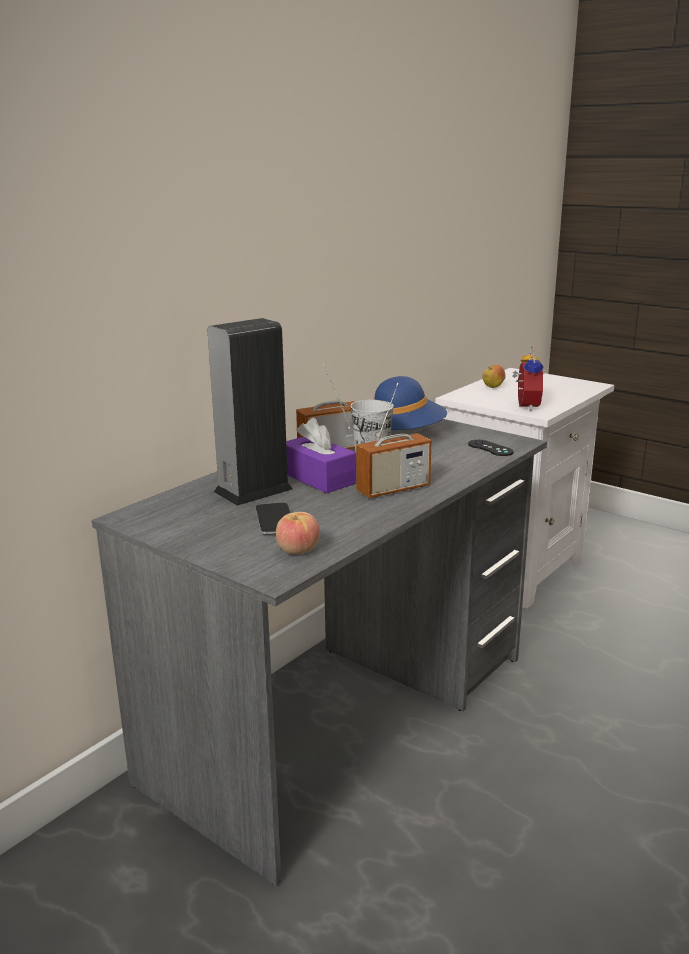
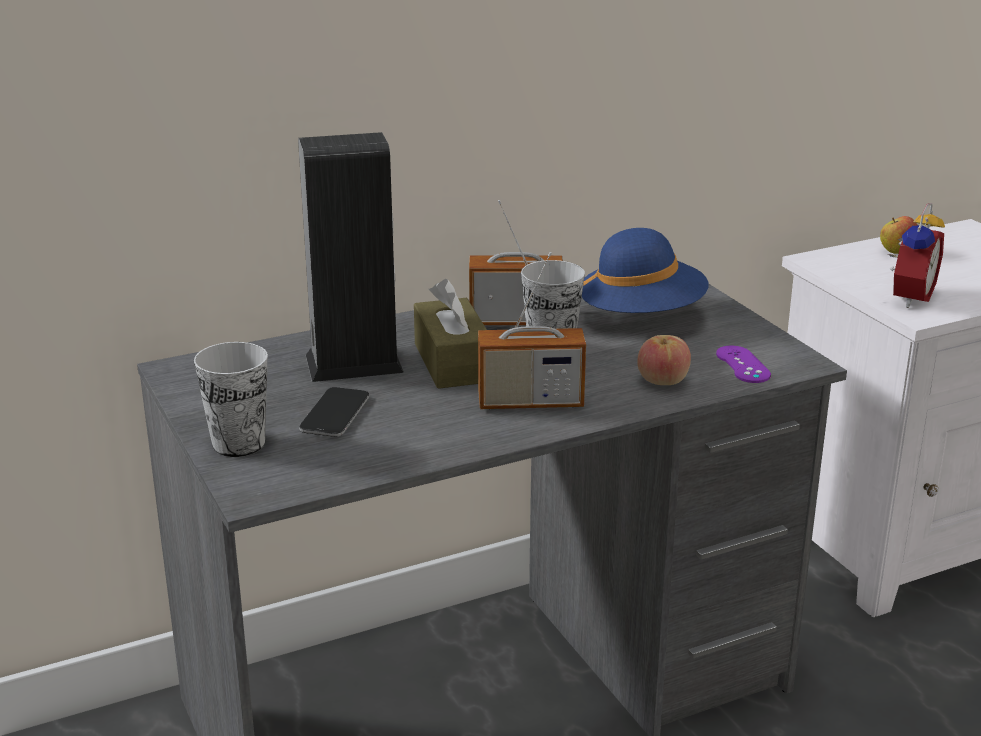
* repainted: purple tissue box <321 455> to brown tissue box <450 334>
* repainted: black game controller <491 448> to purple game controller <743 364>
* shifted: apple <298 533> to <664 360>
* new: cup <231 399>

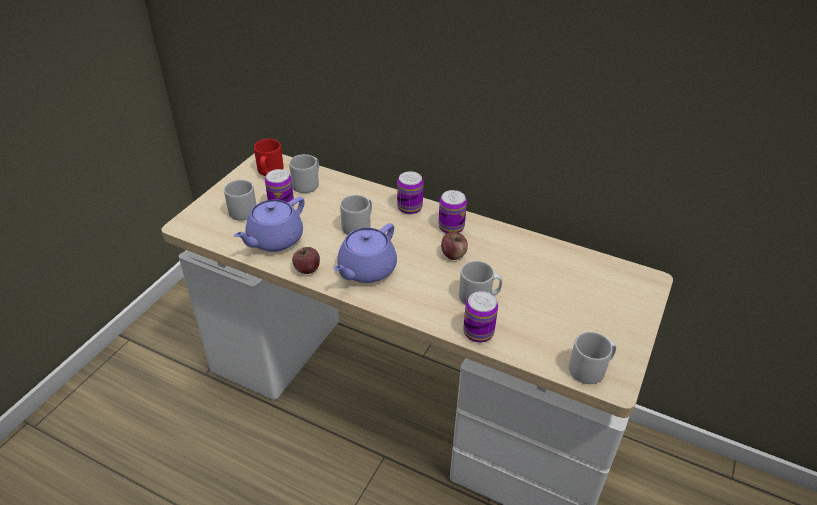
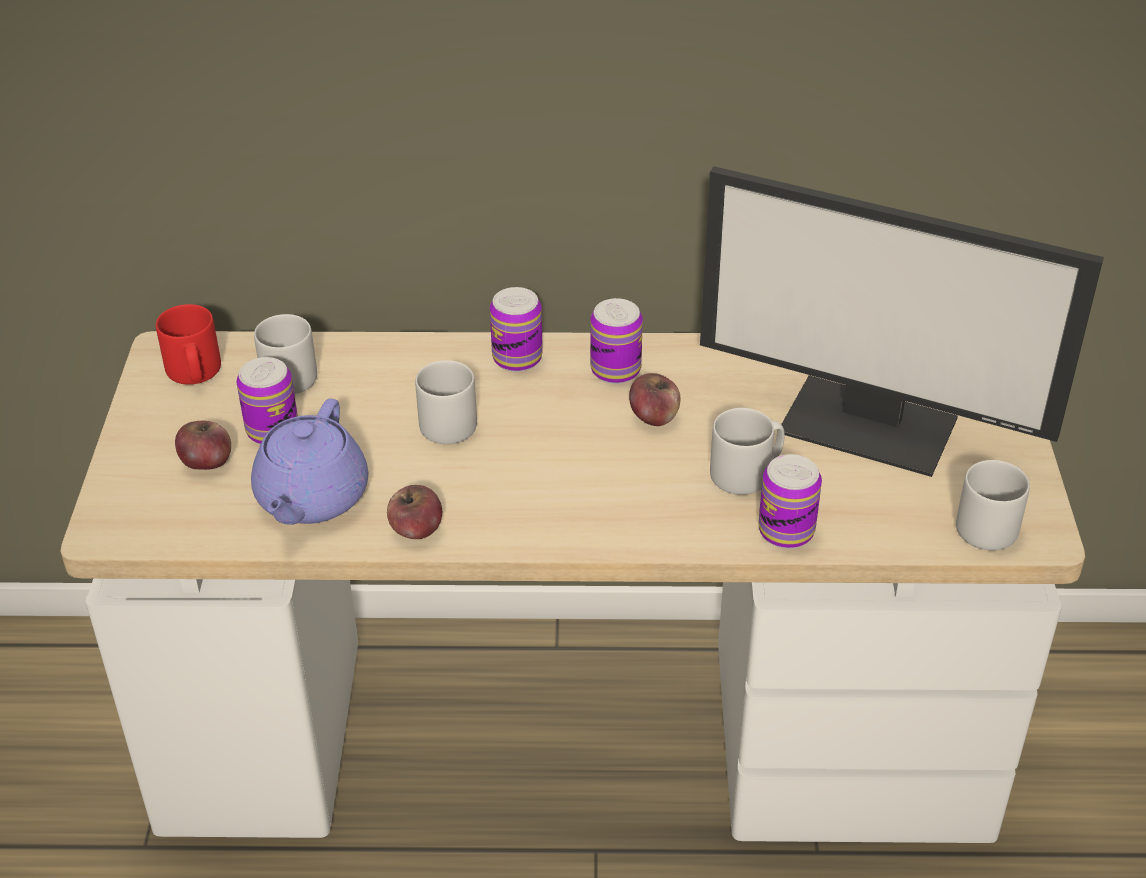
* swapped: grey mug <240 200> to apple <203 445>
* gone: purple teapot <365 253>
* new: monitor <902 321>

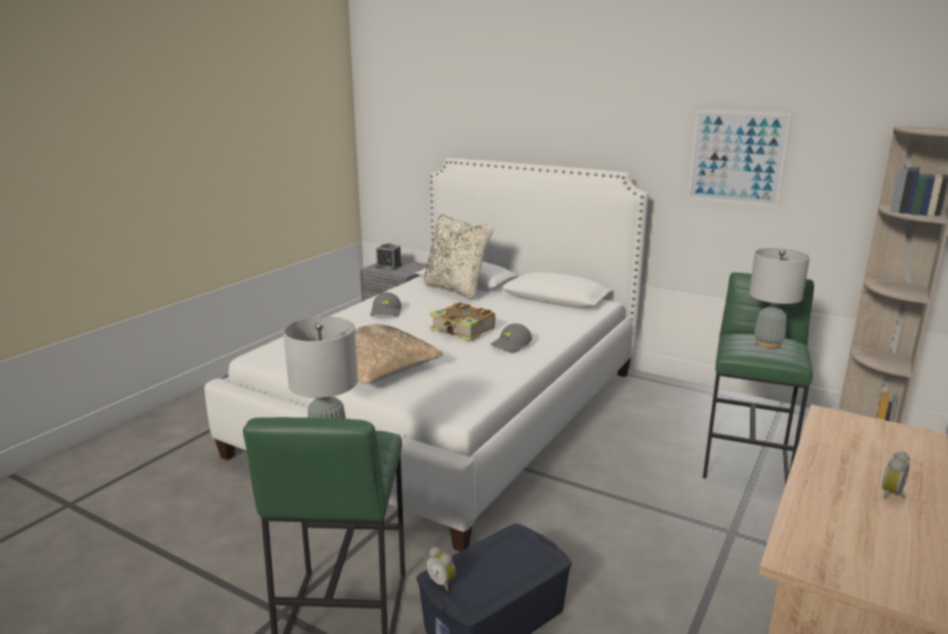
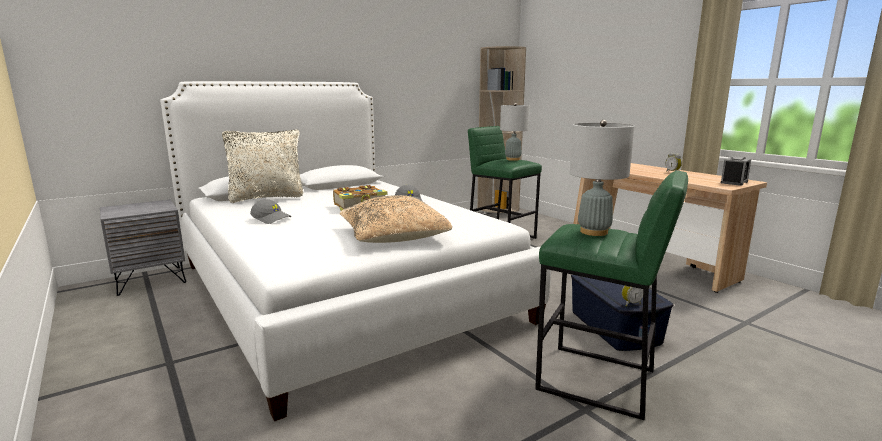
* gone: picture <739 158>
* shifted: alarm clock <388 257> to <736 171>

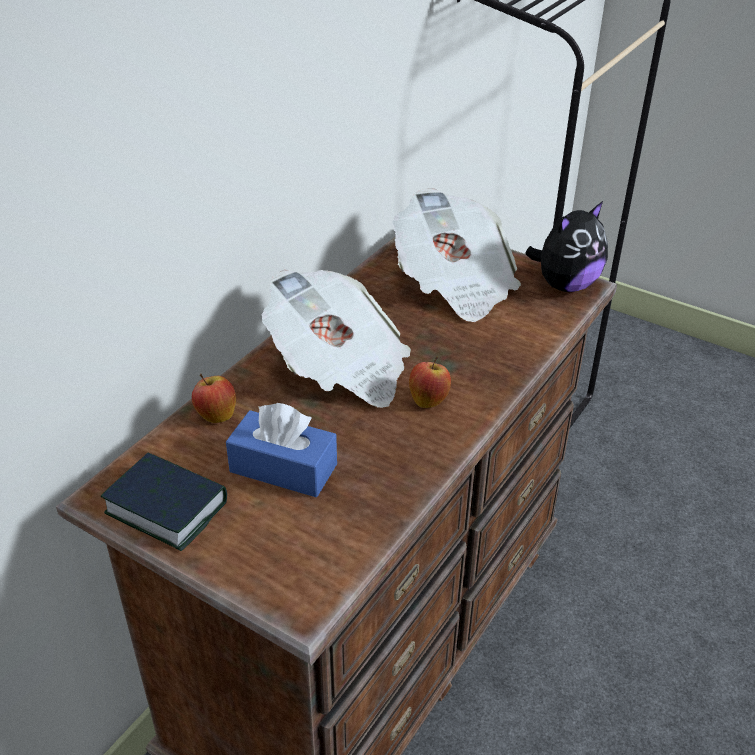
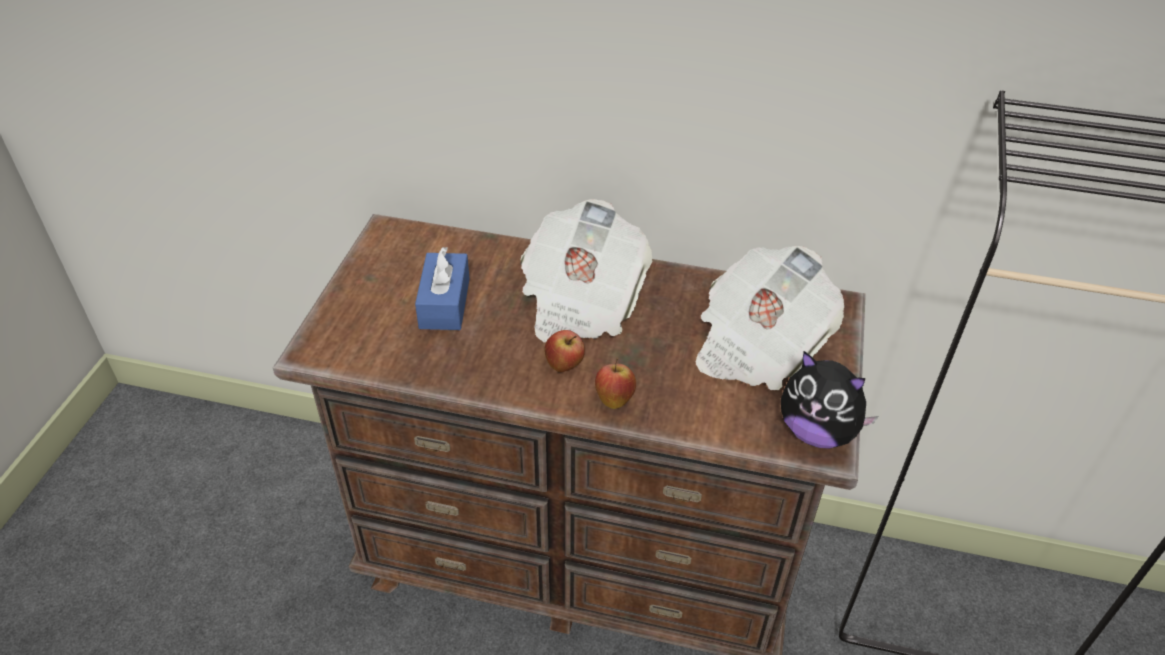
* shifted: apple <214 398> to <615 383>
* gone: book <164 501>

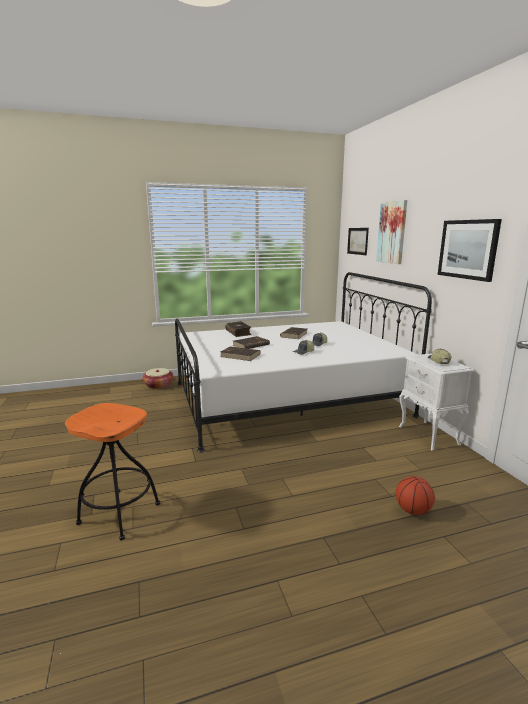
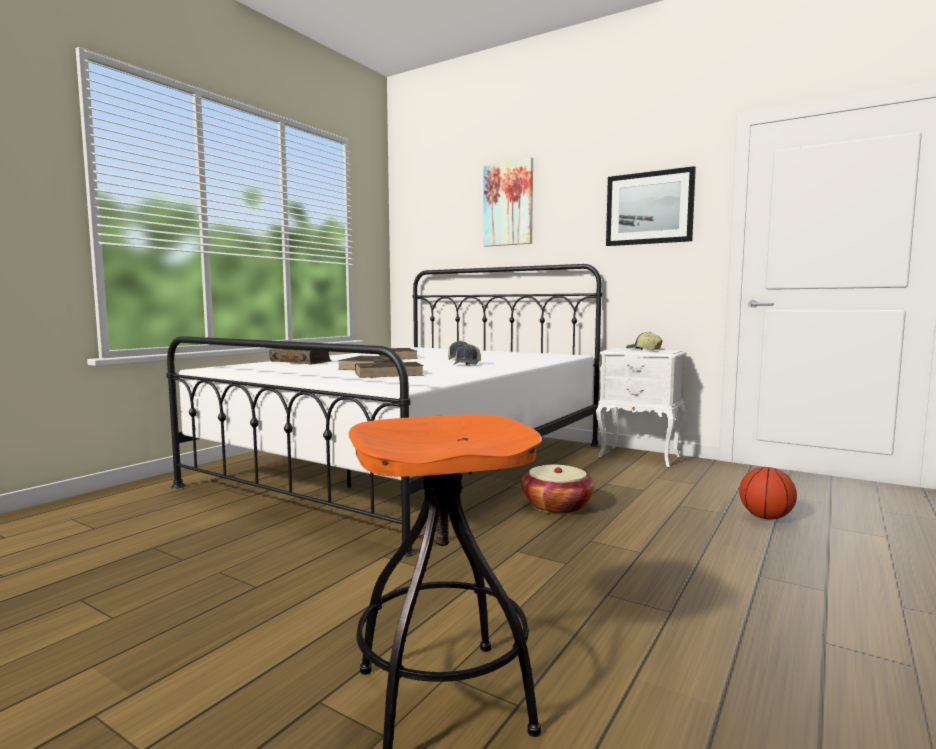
* gone: picture <358 241>
* shifted: basket <157 378> to <558 489>

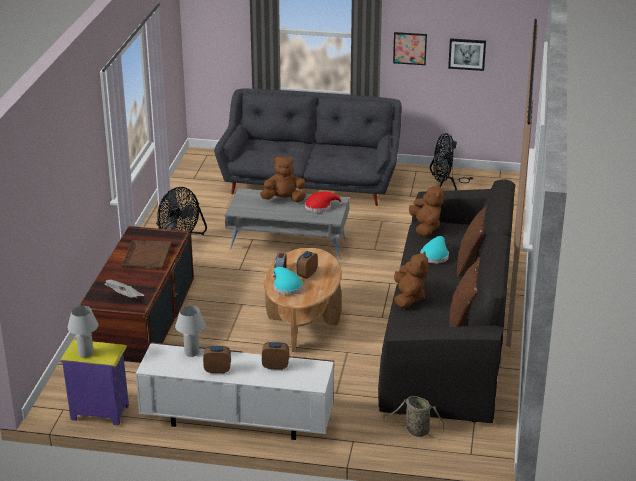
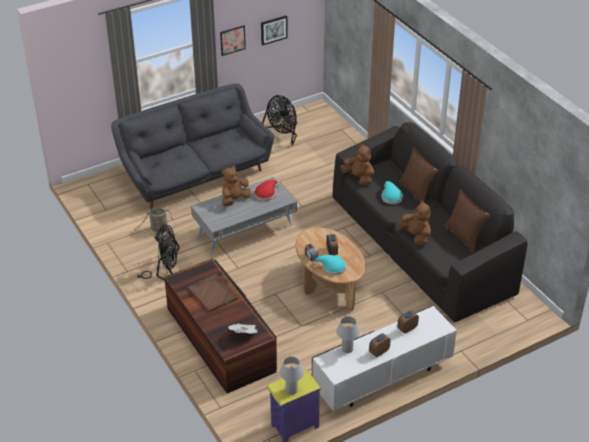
* shifted: basket <413 417> to <155 221>

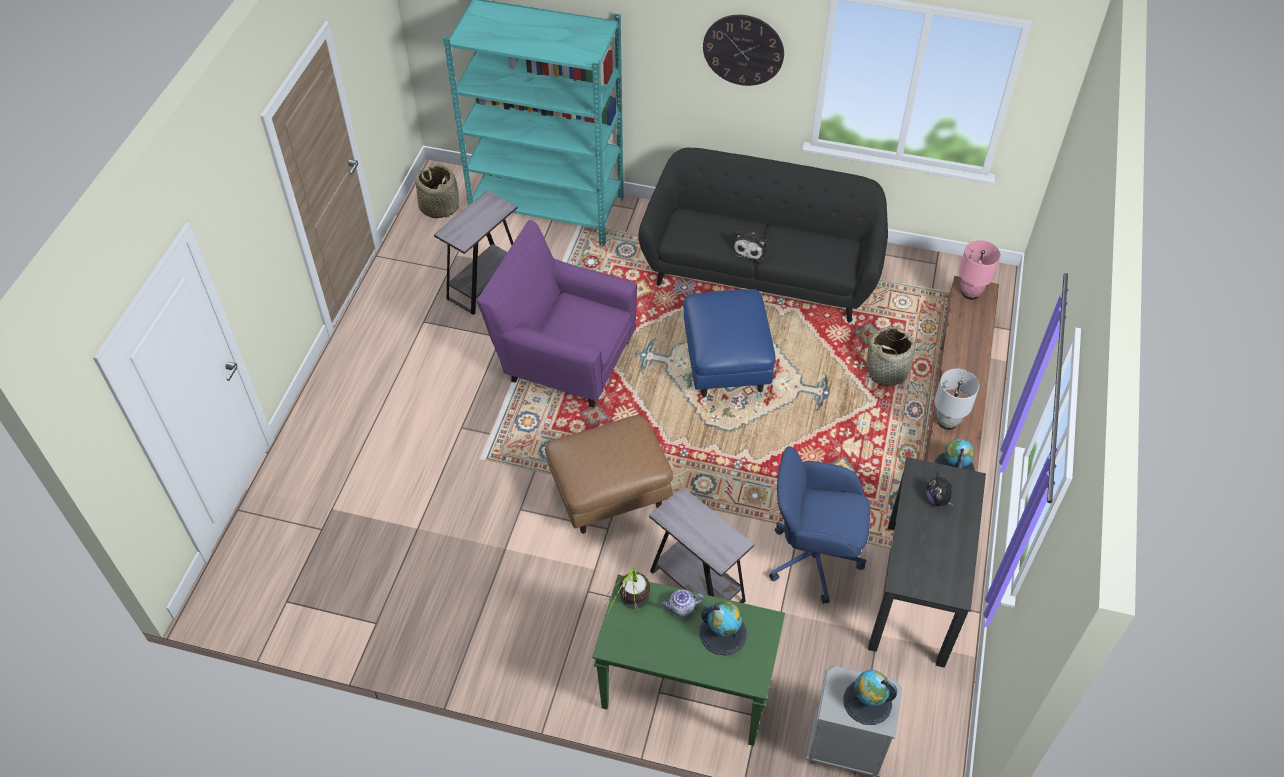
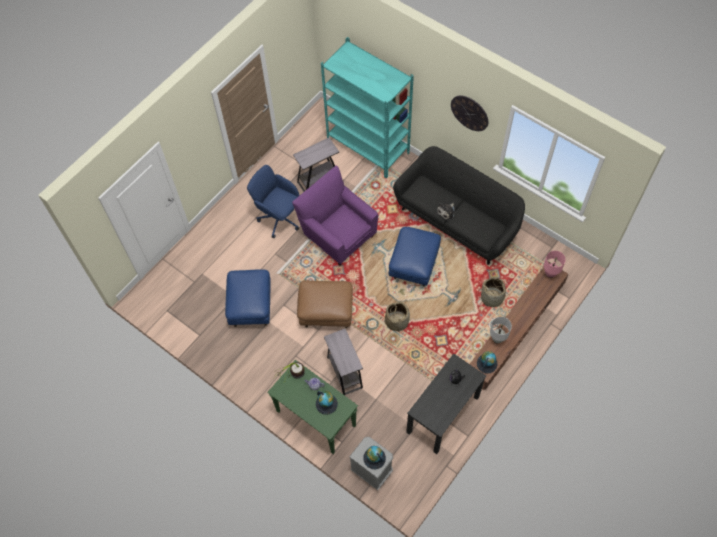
* shifted: basket <437 191> to <397 315>
* shifted: blue office chair <819 525> to <273 201>
* new: blue ottoman <248 298>

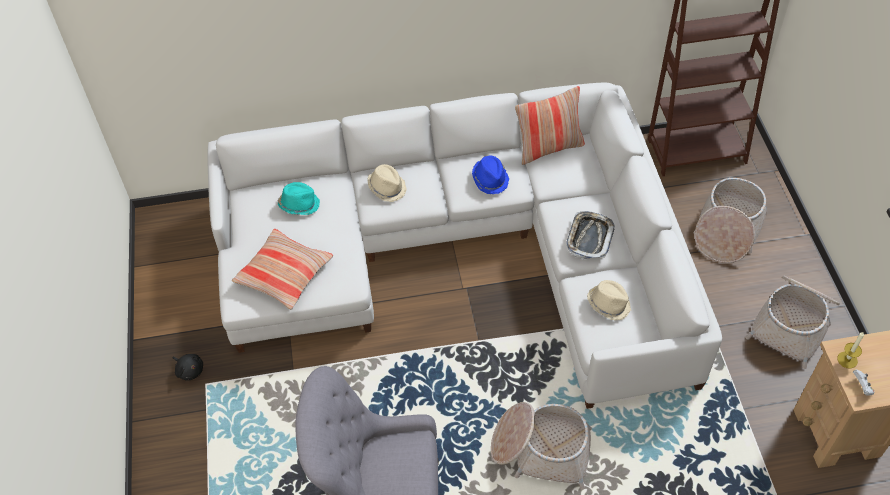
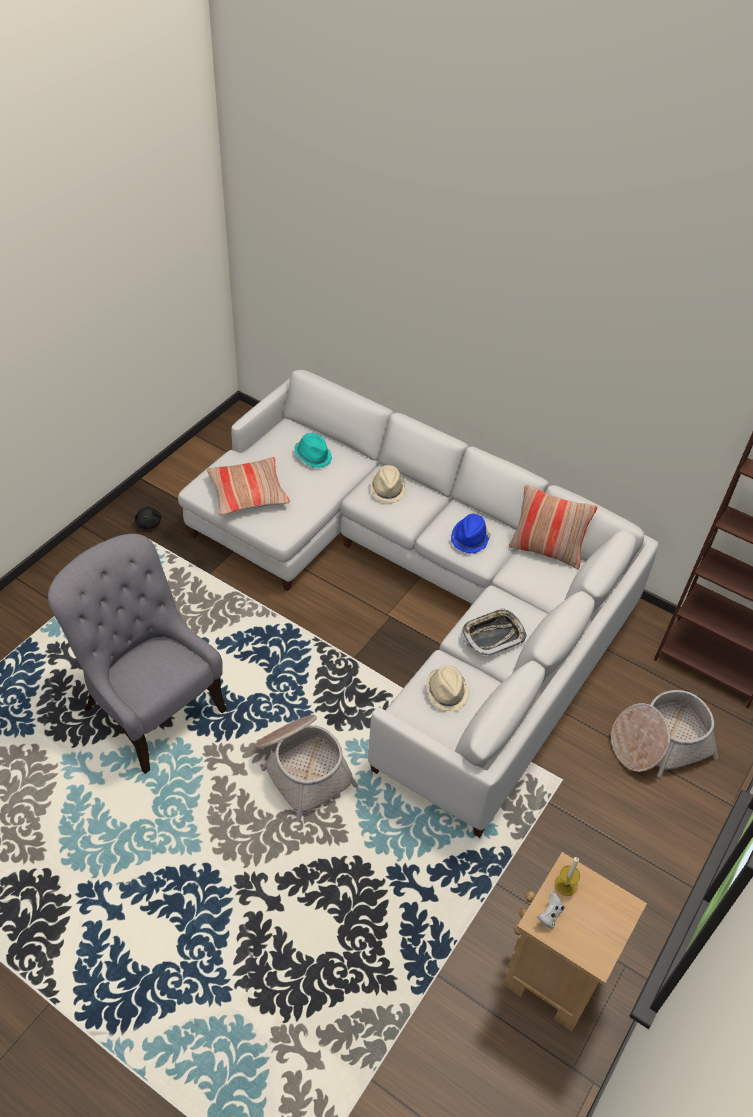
* gone: basket <792 322>

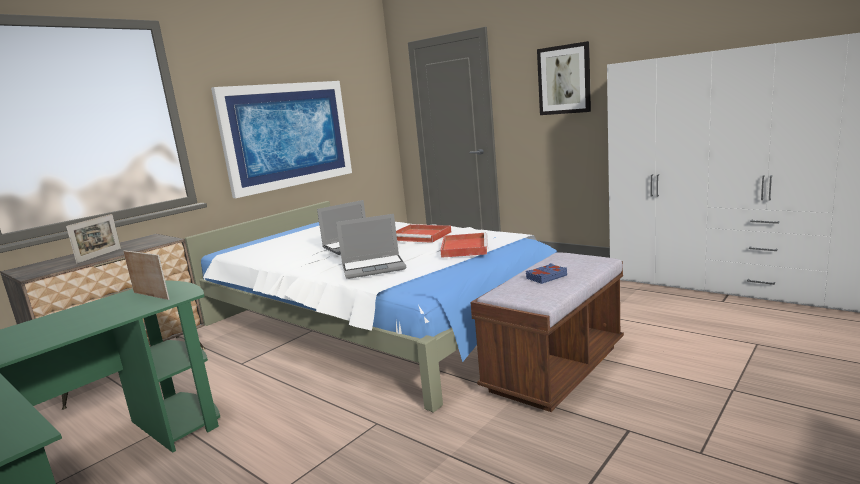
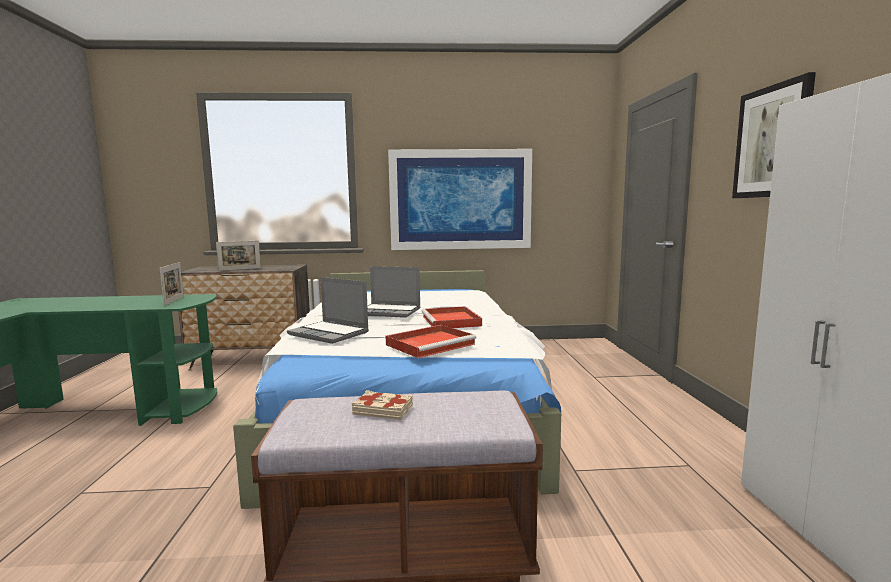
* repainted: blue book <546 273> to beige book <382 405>

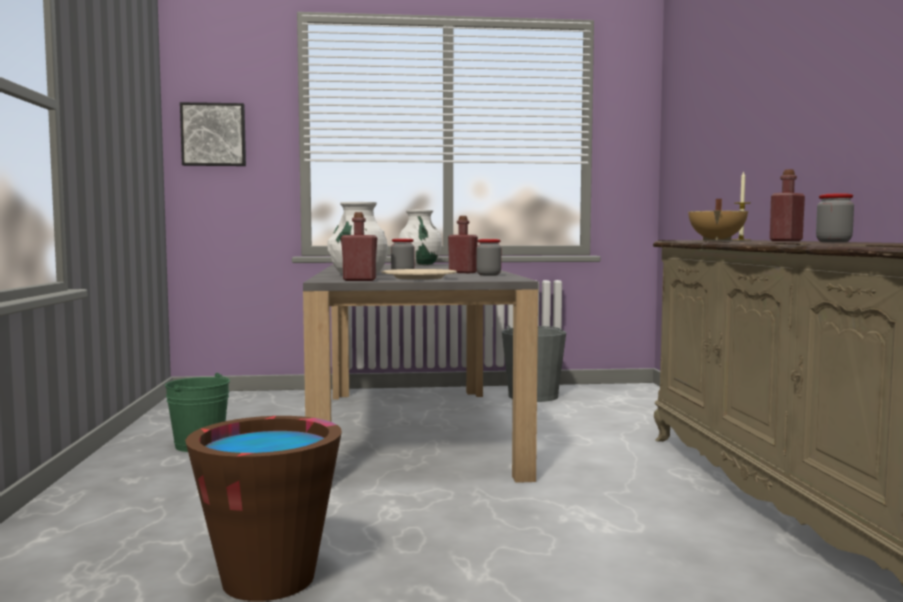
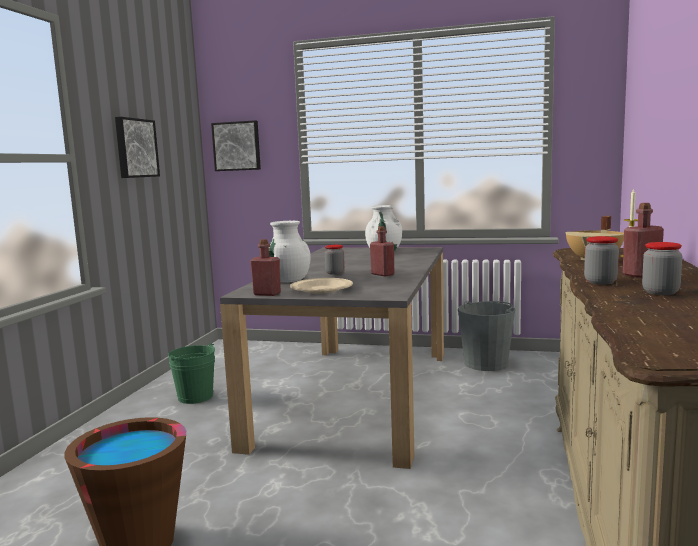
* shifted: jar <488 257> to <601 260>
* new: picture <137 147>

